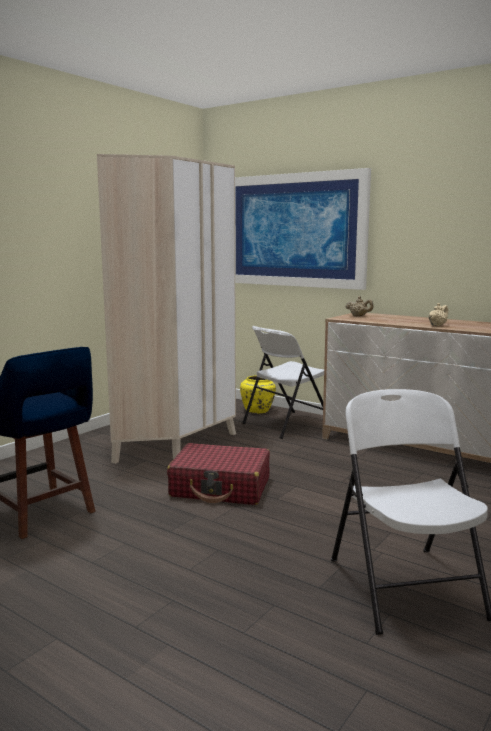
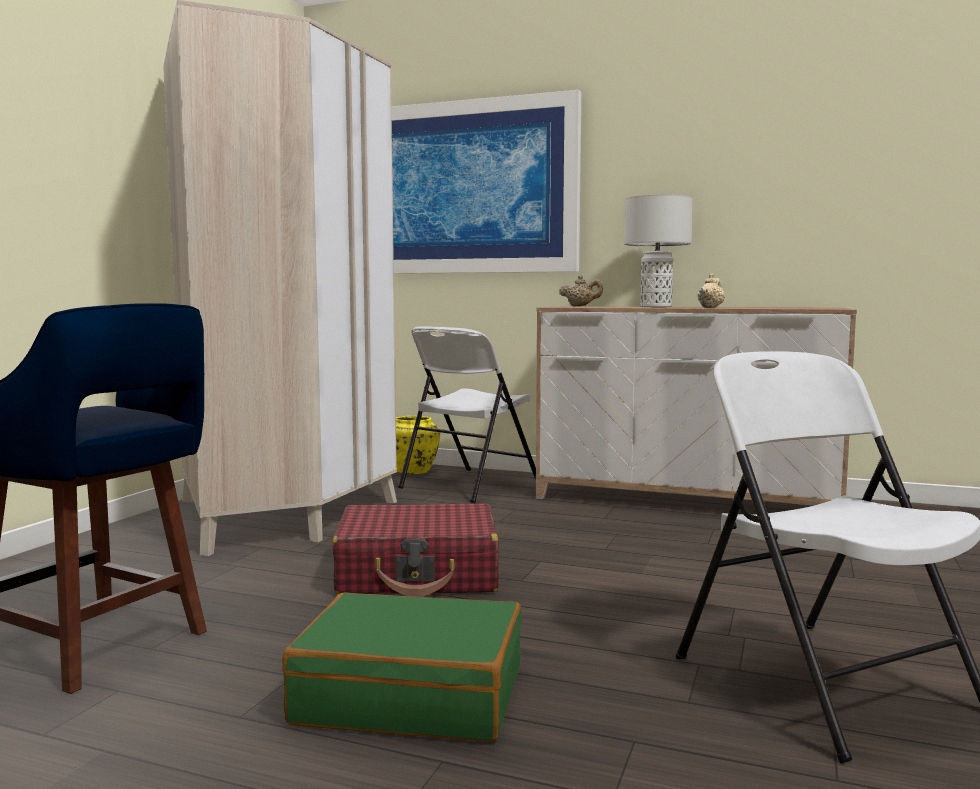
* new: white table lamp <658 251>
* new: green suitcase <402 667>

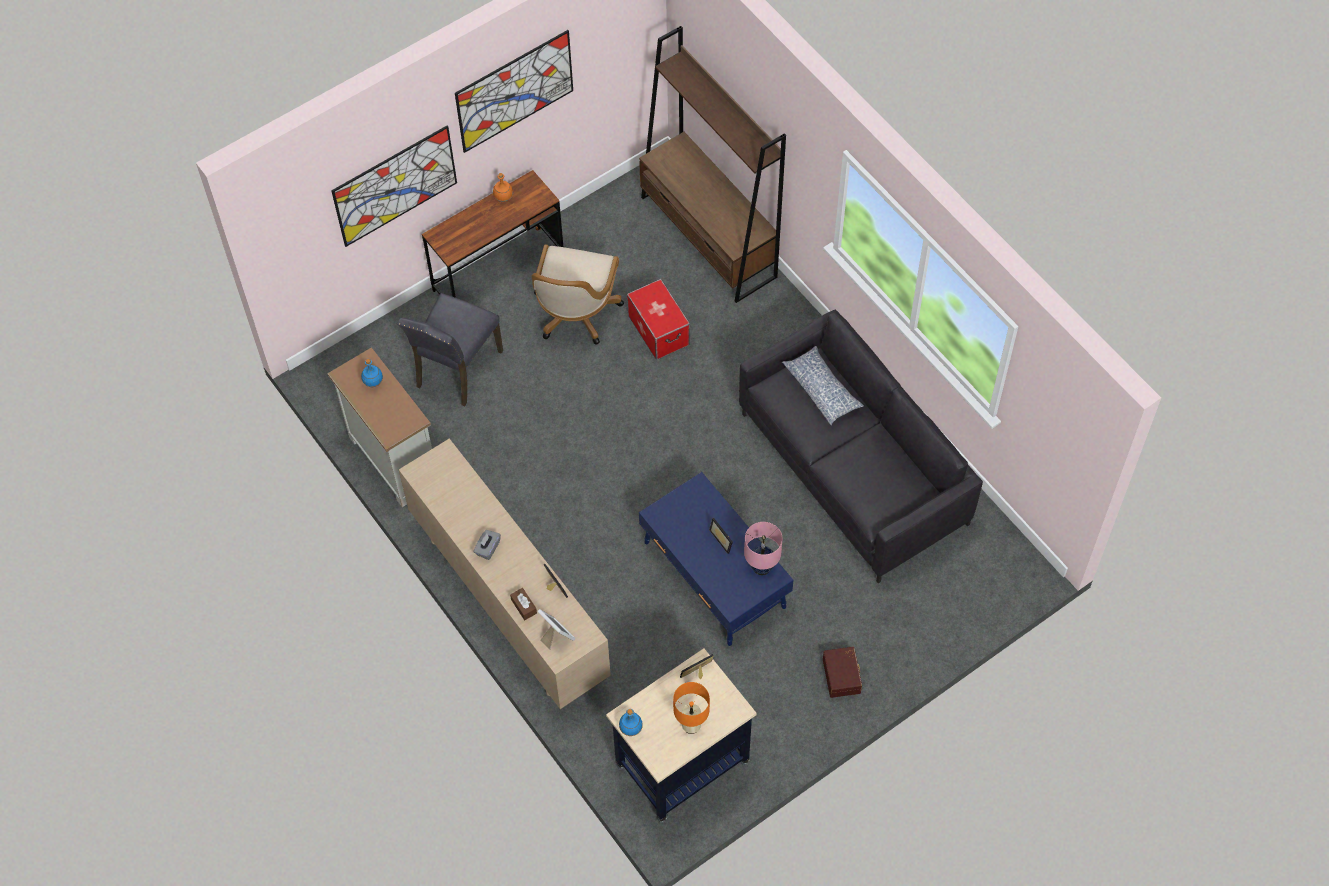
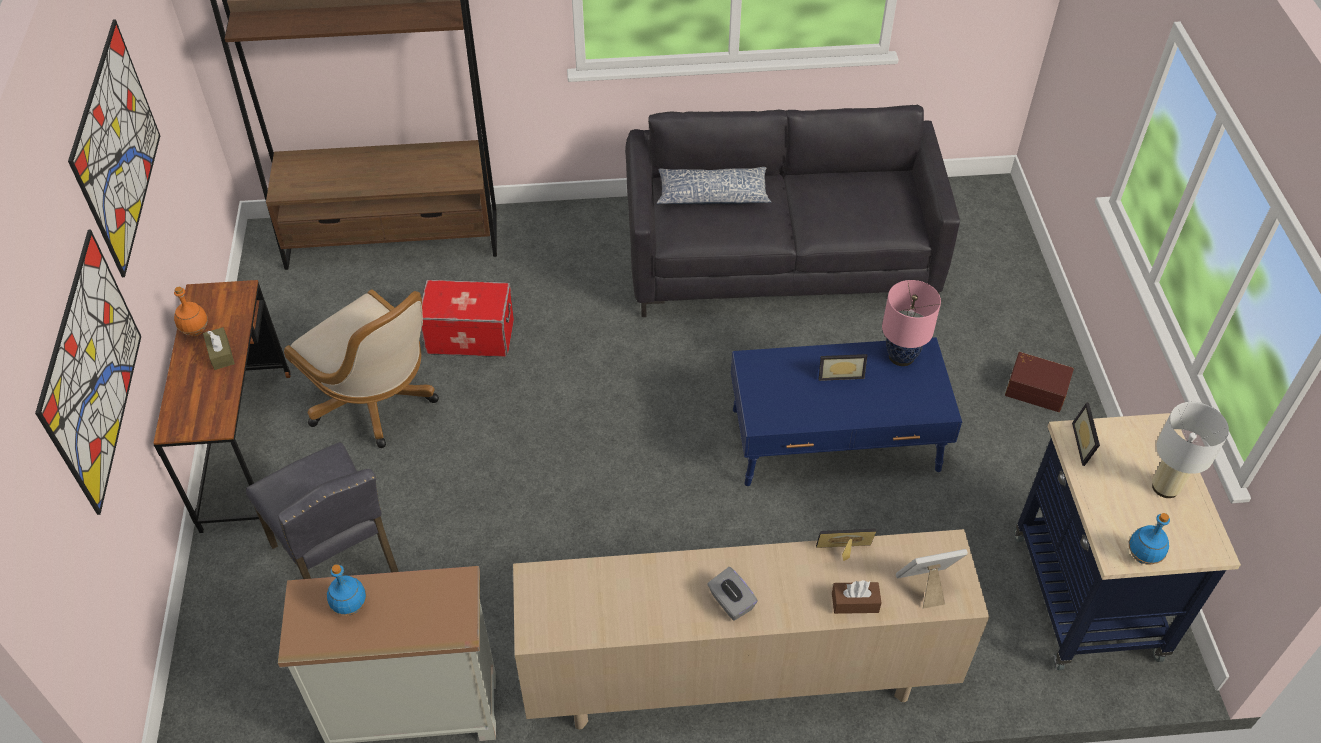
* repainted: orange table lamp <691 708> to white table lamp <1190 450>
* new: brown tissue box <219 348>

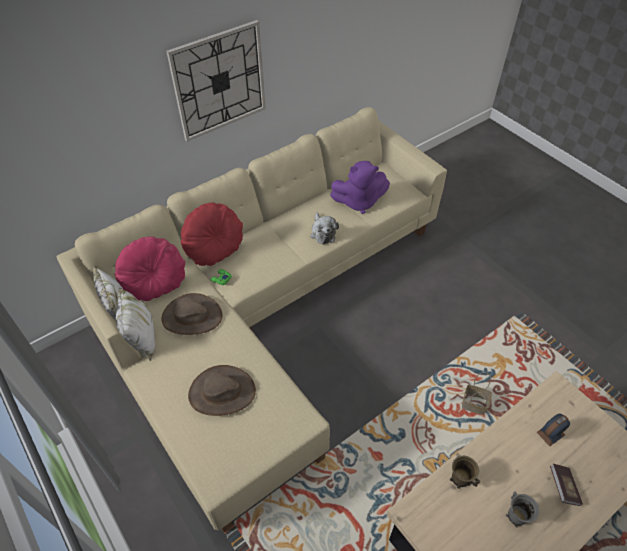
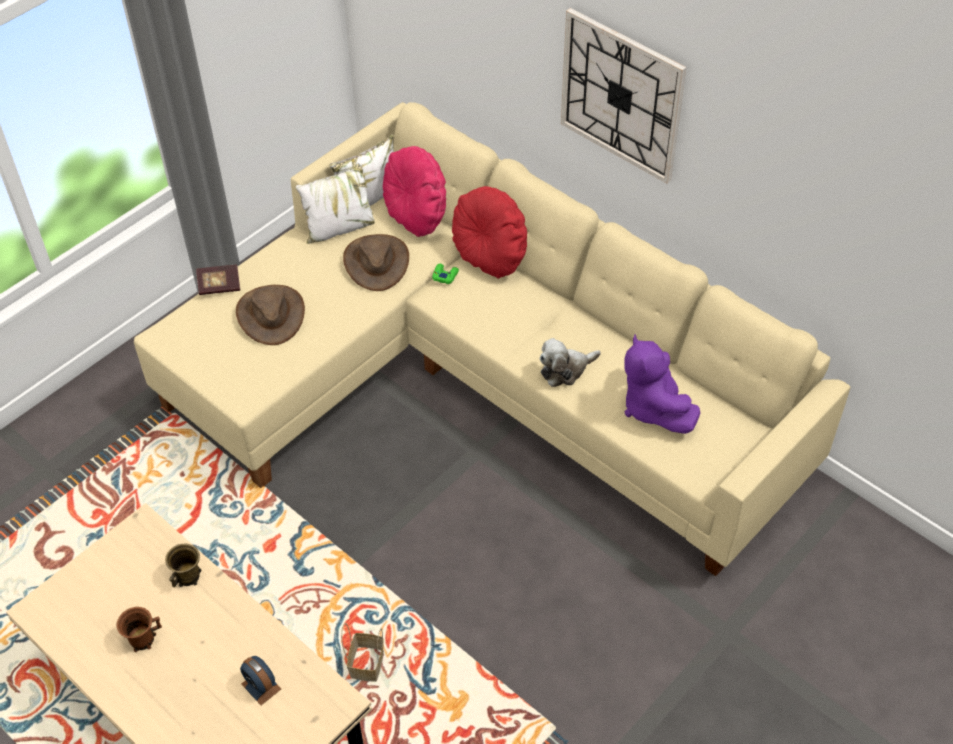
* shifted: book <566 485> to <218 279>
* repainted: grey mug <522 510> to brown mug <139 629>

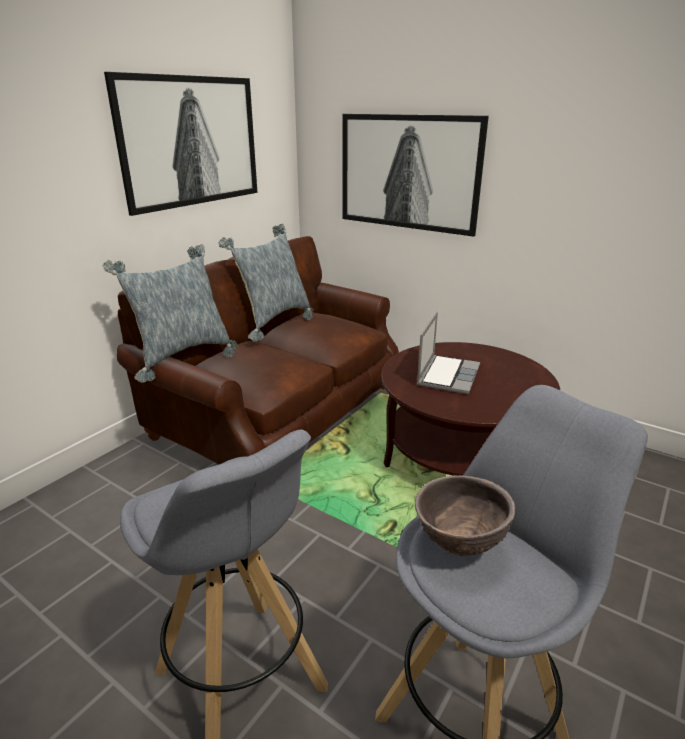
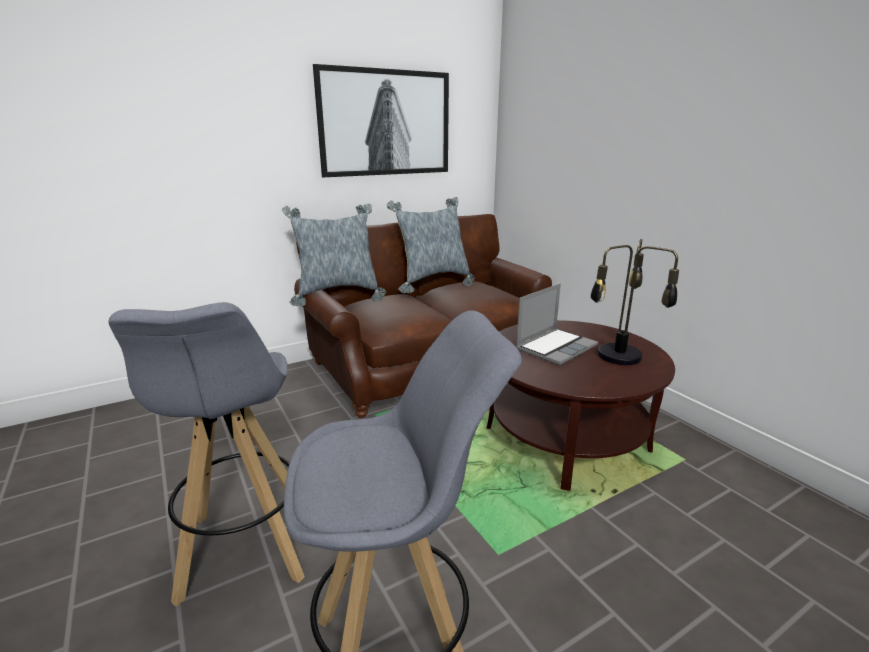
* gone: picture <415 175>
* gone: brown bowl <465 515>
* new: table lamp <635 302>

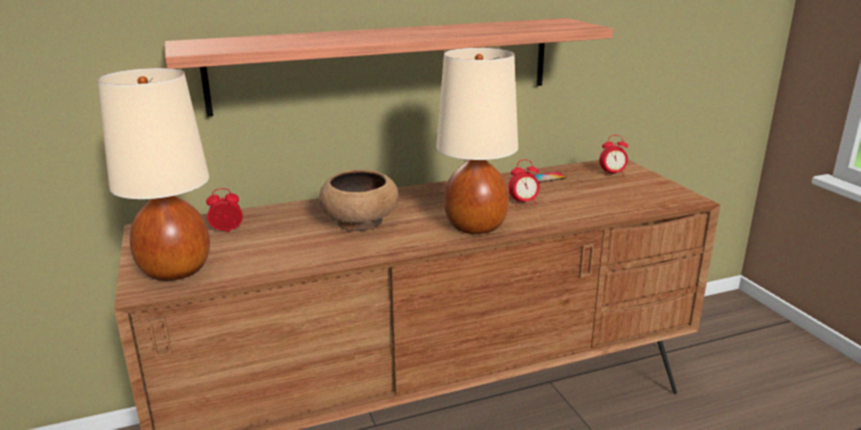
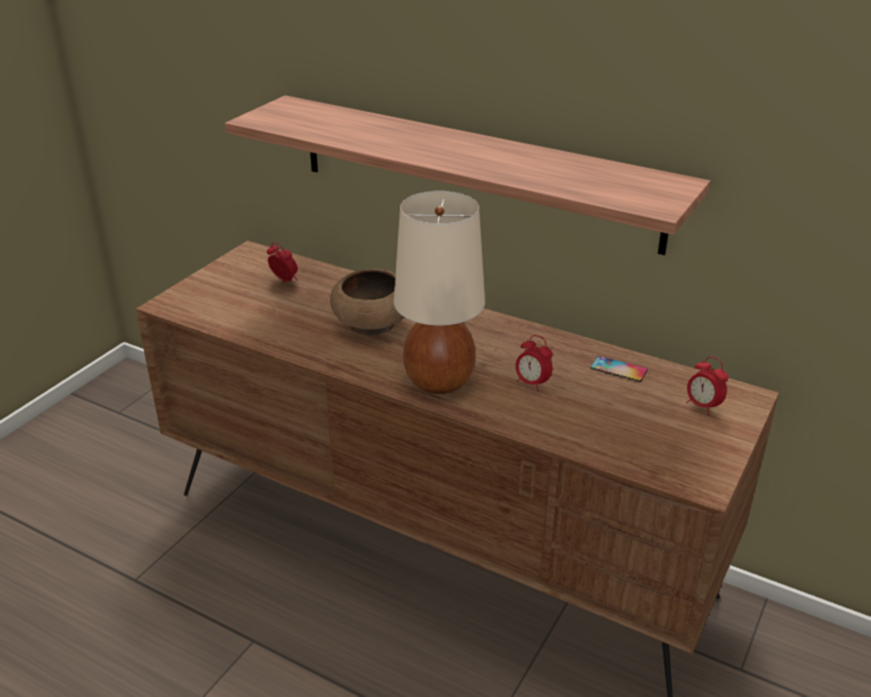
* gone: beige table lamp <153 174>

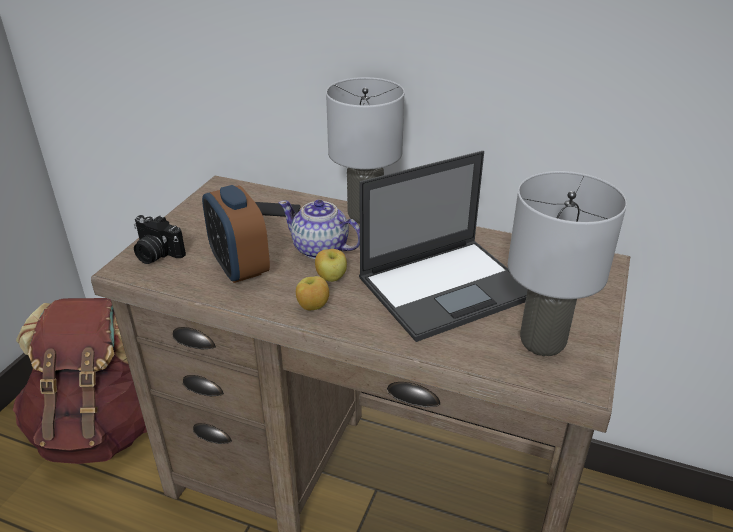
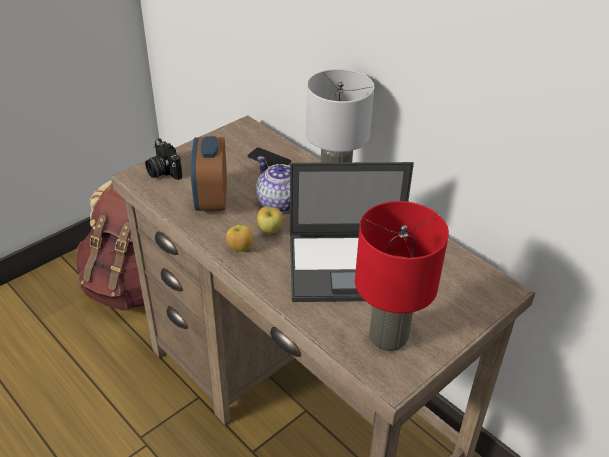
* repainted: white table lamp <567 263> to red table lamp <402 276>

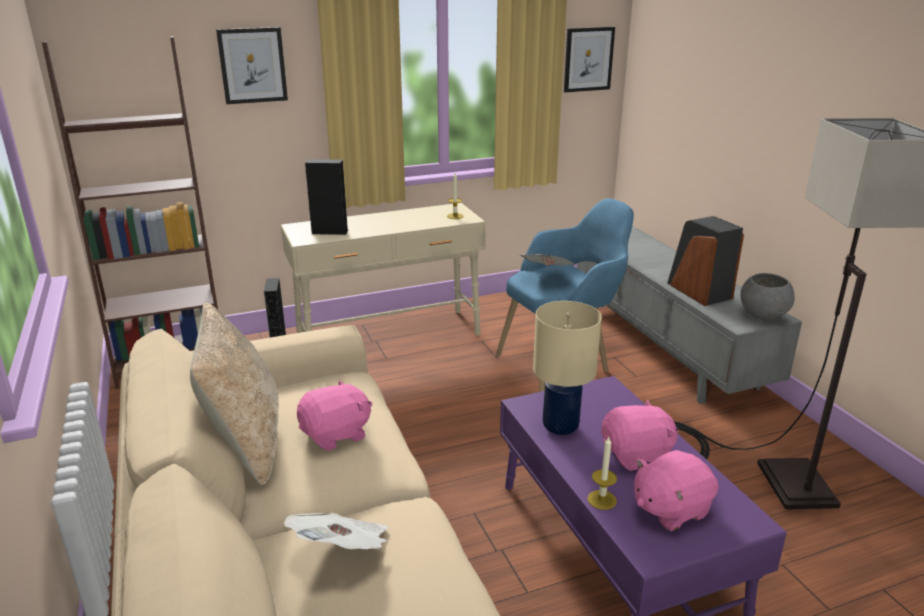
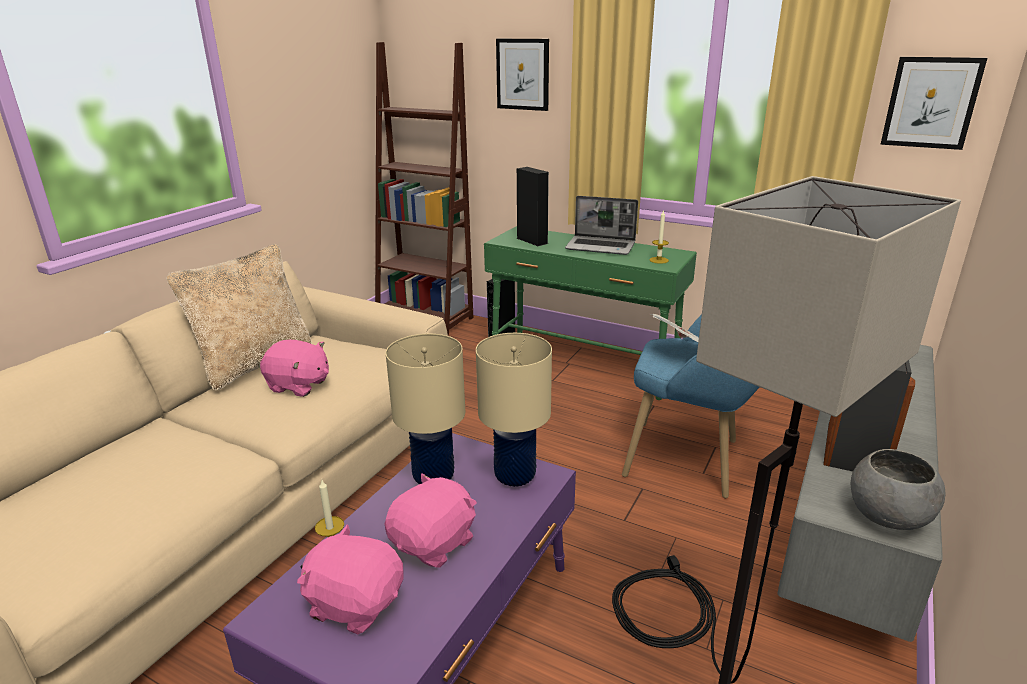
* repainted: beige console table <383 269> to green console table <590 313>
* rotated: pink plush toy <639 435> = <431 521> 90 degrees counterclockwise
* gone: newspaper <336 531>
* new: laptop <601 225>
* new: beige table lamp <514 410>

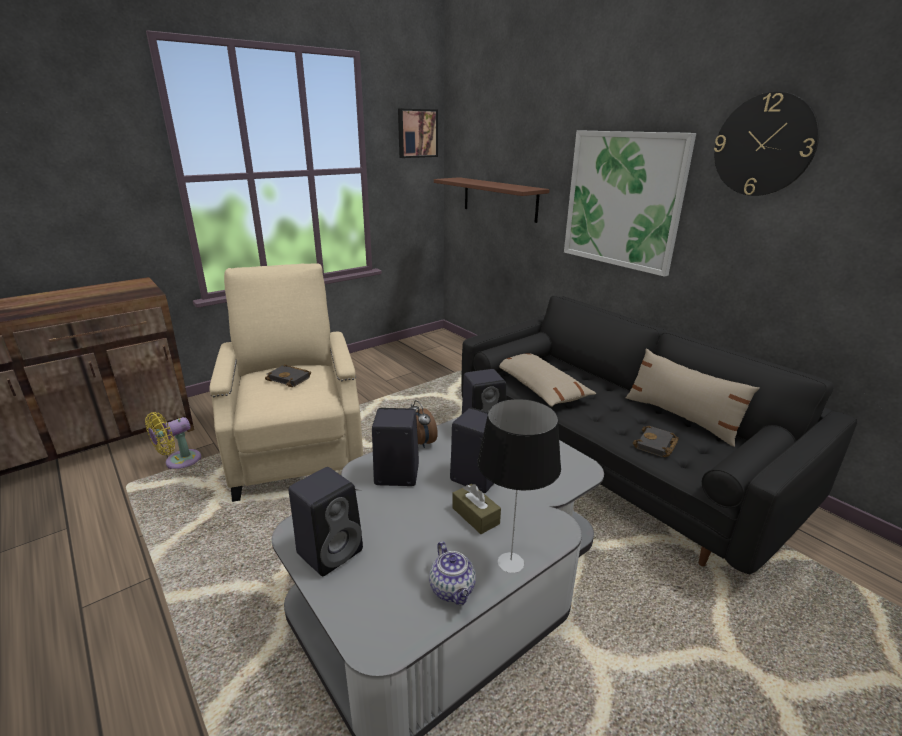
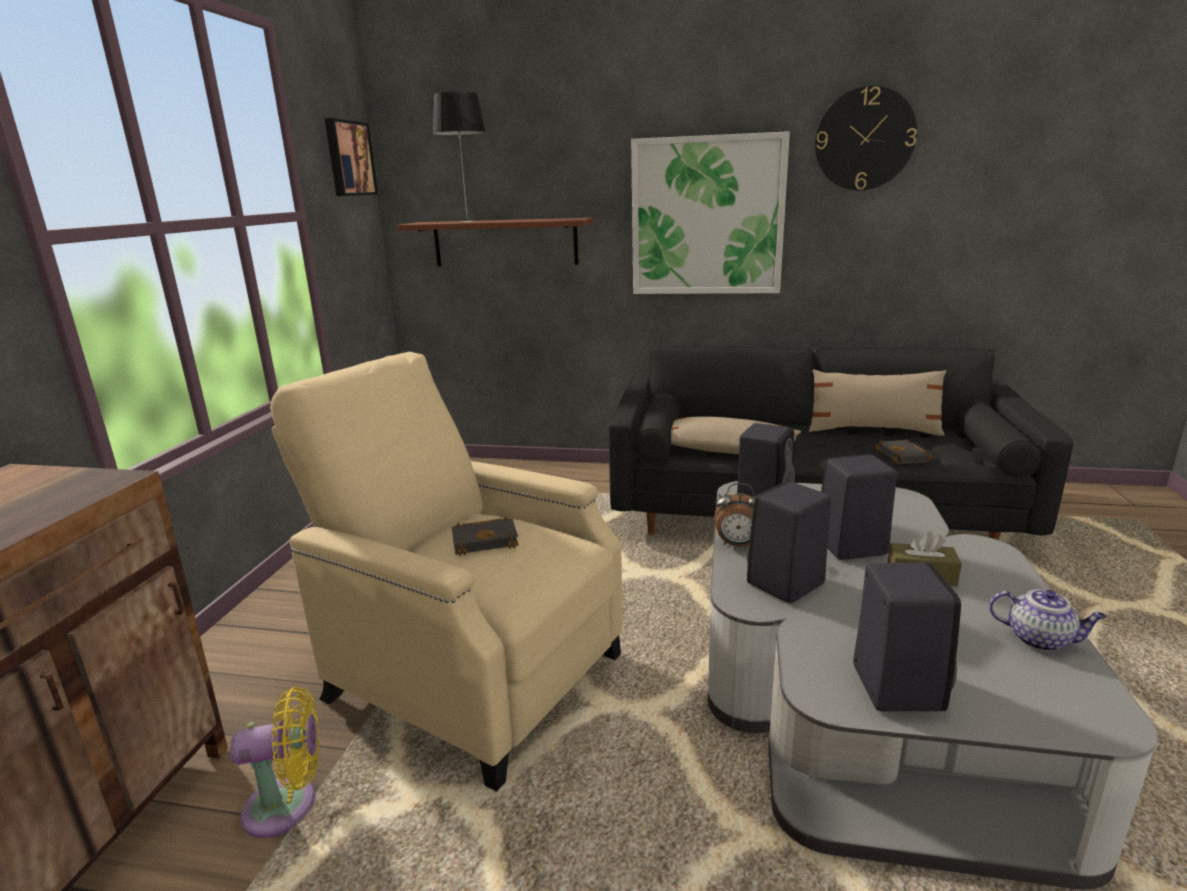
* shifted: table lamp <519 486> to <459 157>
* rotated: yellow fan <173 440> = <274 762> 105 degrees counterclockwise

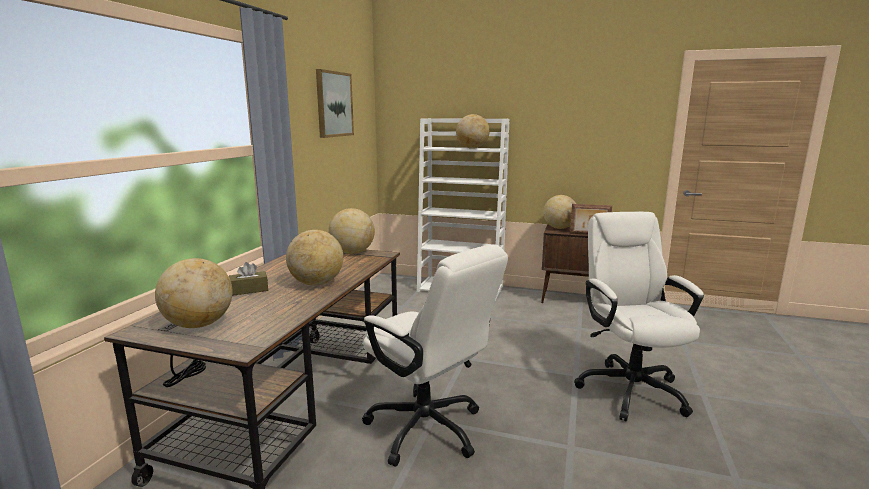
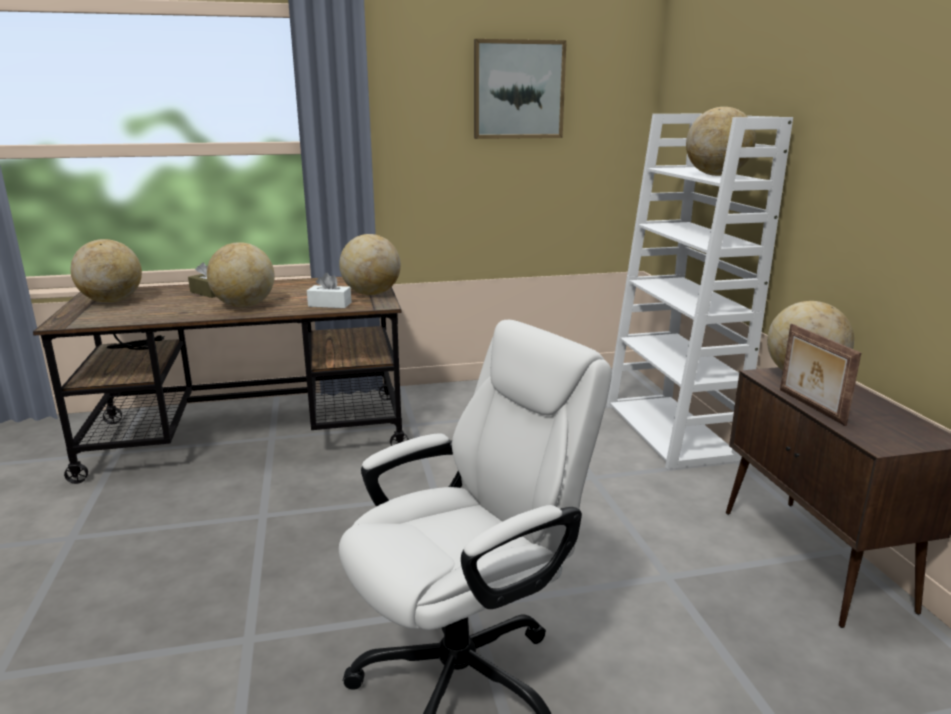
* gone: white office chair <435 356>
* new: white tissue box <329 290>

